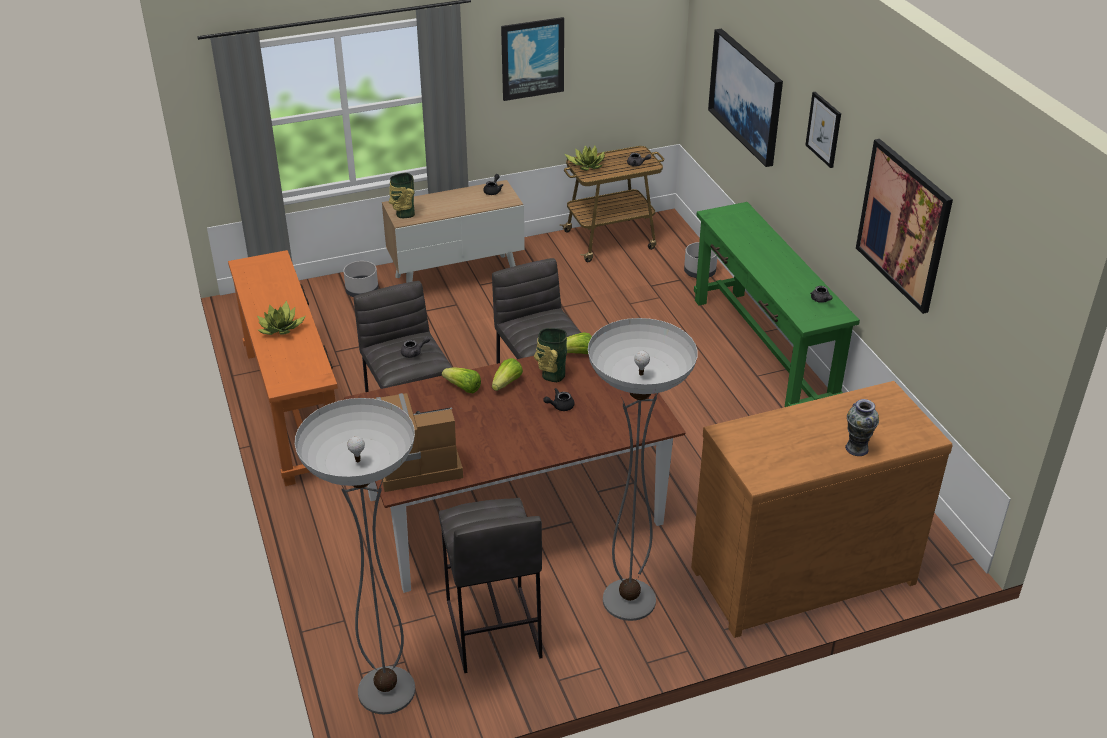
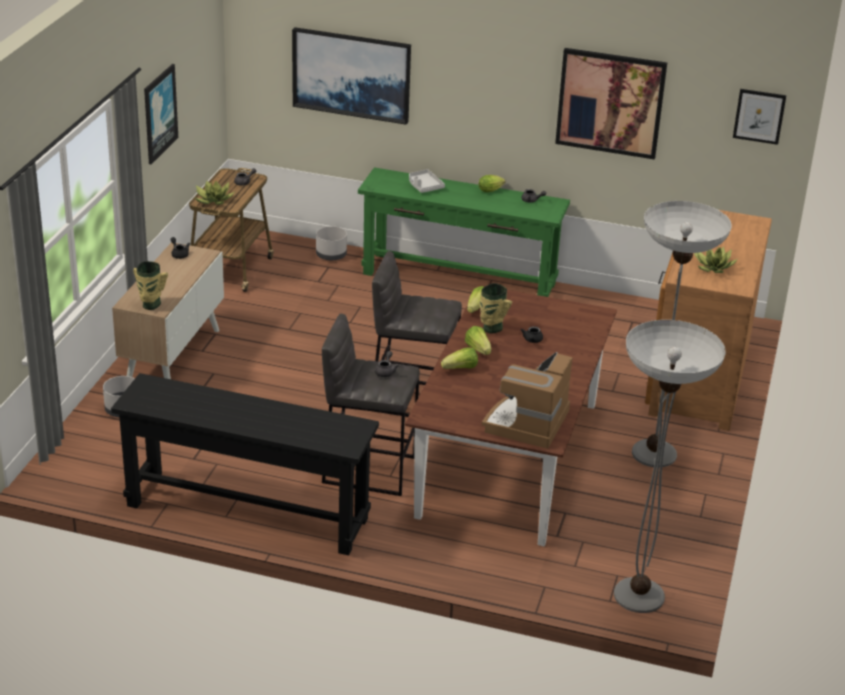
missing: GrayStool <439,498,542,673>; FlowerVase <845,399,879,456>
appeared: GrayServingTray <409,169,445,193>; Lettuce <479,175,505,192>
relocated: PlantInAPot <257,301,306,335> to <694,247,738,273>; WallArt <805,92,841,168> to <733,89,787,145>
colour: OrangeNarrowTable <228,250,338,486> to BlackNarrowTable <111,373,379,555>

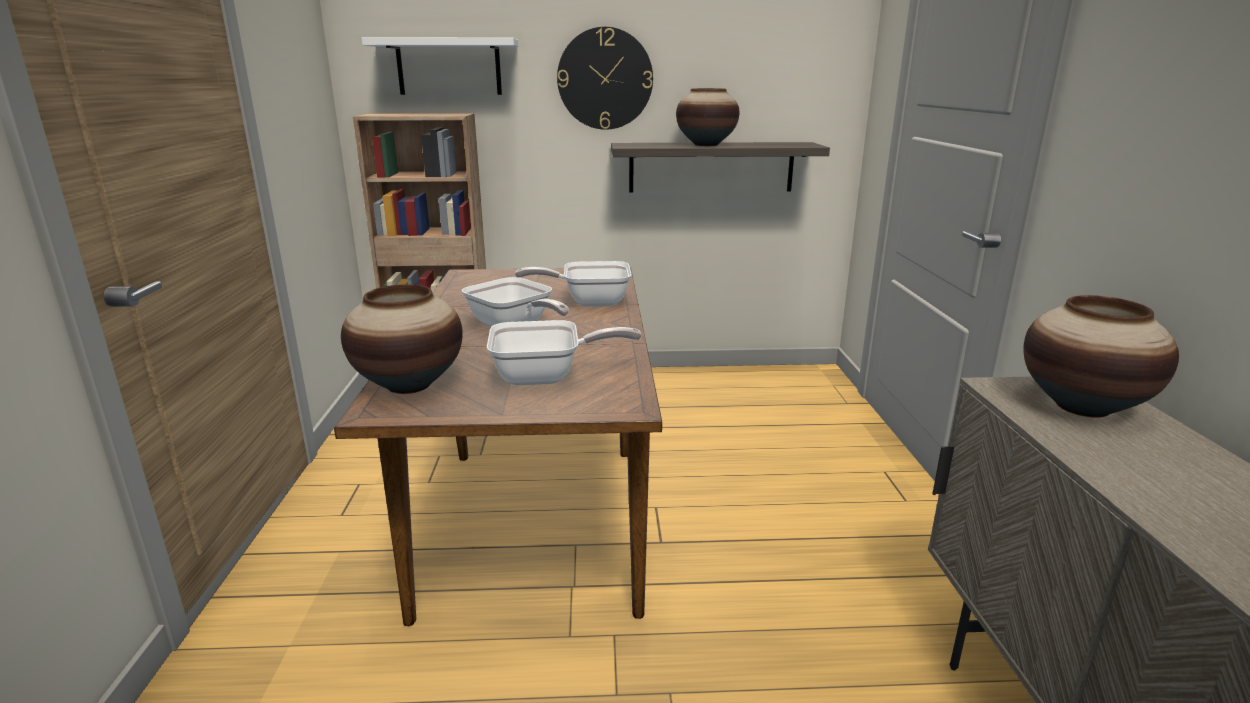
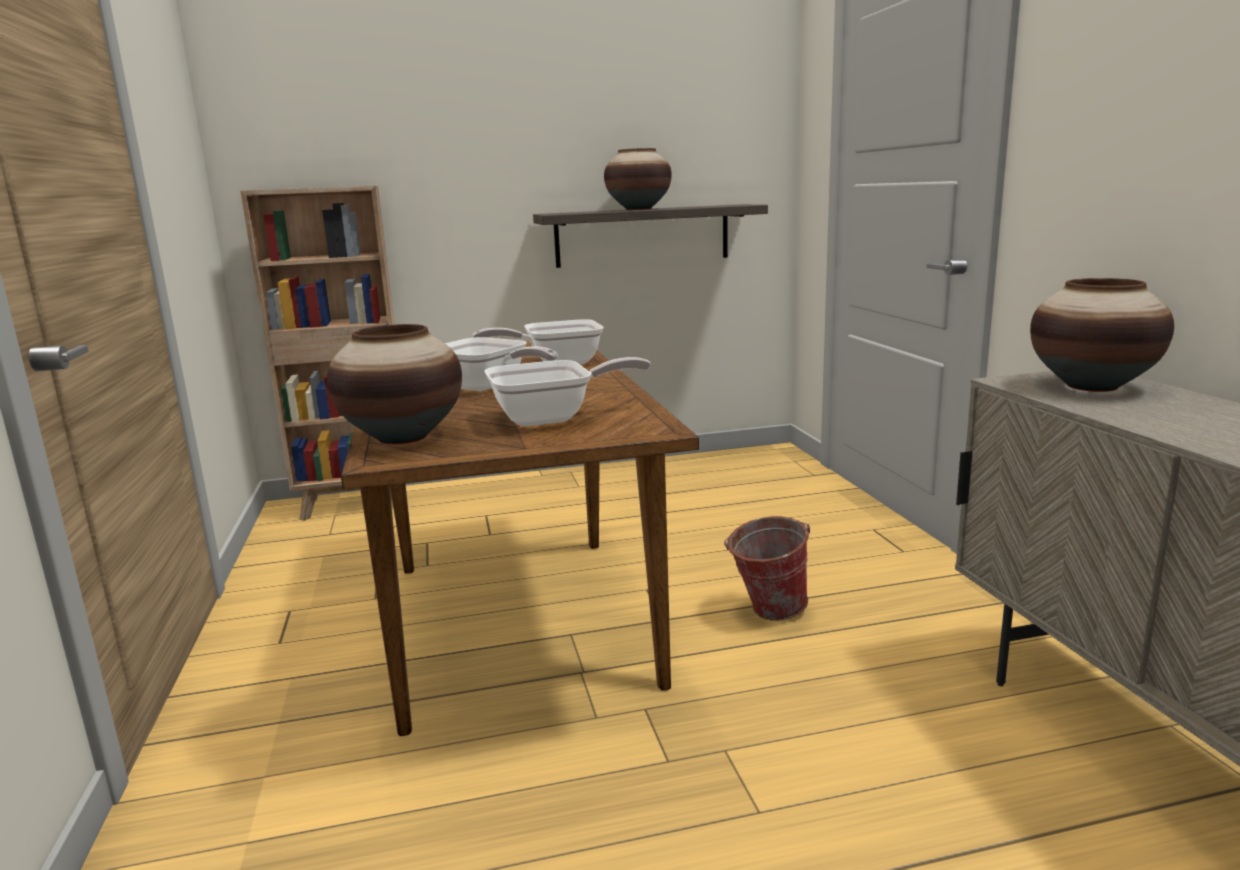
missing: WhitishShelf <362,37,518,95>; HangingClock <557,27,653,130>
appeared: Bucket <724,516,810,621>

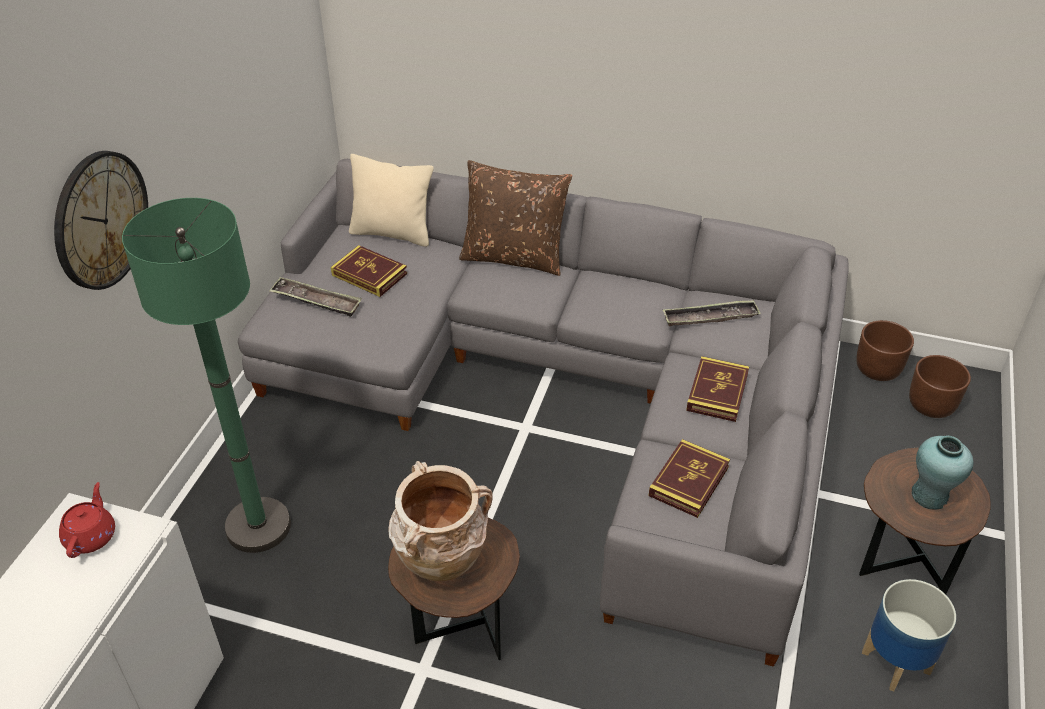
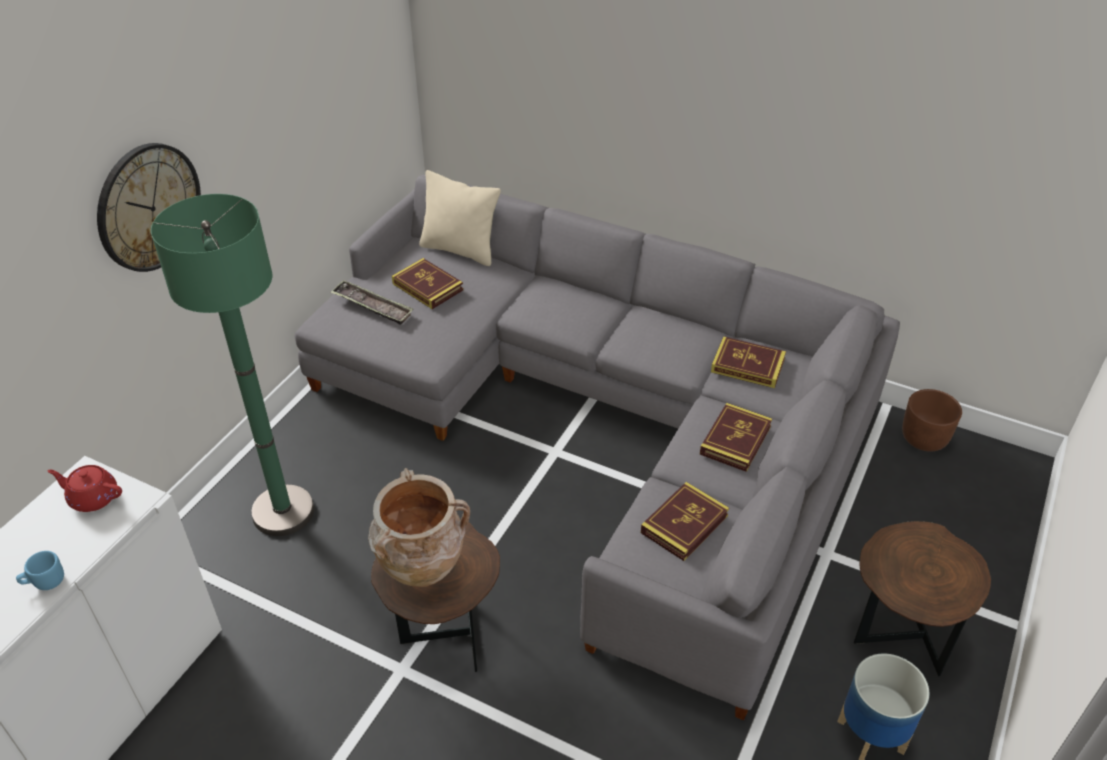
missing: BrownColouredPillow <459,160,572,276>; BrownColouredPlantPot <909,355,971,418>; TurquoiseFlowerVase <911,436,974,510>
appeared: BlueColouredMug <16,551,64,590>
exchanged: ServingTray <663,300,761,326> to Book <711,336,786,388>
spun: RedPotForTea <59,482,115,558> = <48,465,122,512> 90 degrees counterclockwise

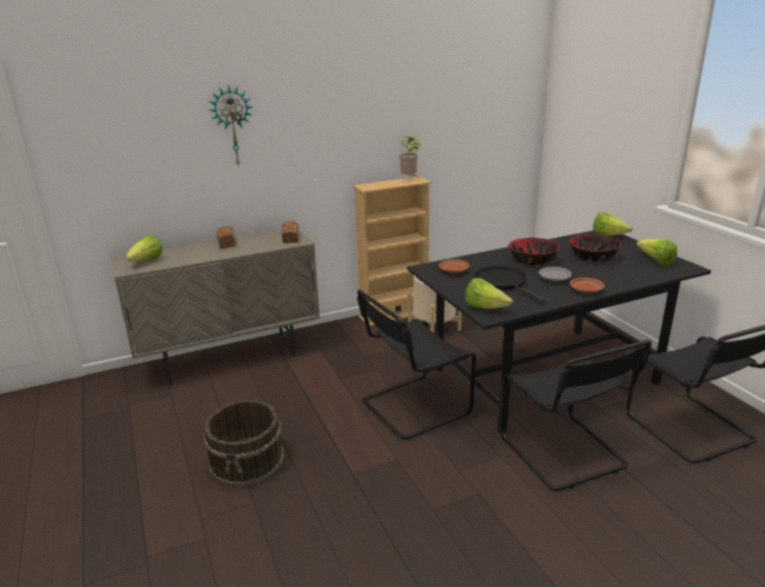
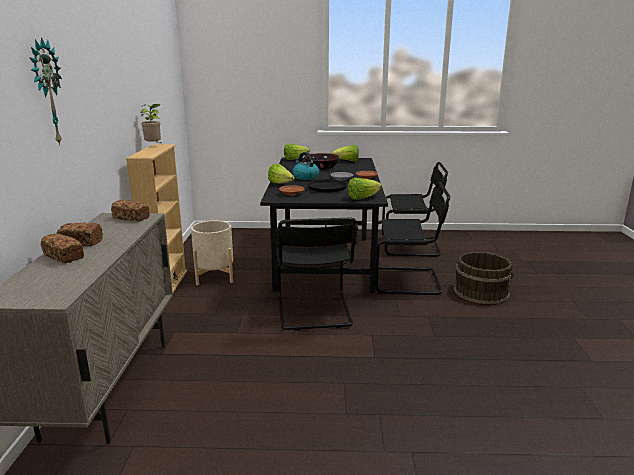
appeared: Bread <41,233,84,264>
relocated: Lettuce <126,235,163,262> to <268,164,295,184>; BrownColouredBucket <204,400,284,487> to <454,252,514,304>
exchanged: ServingBowl <508,238,560,266> to WaterKettle <293,152,319,180>

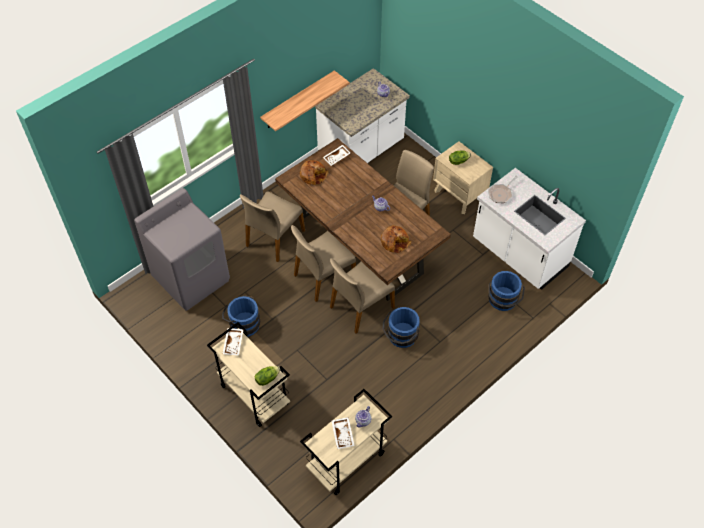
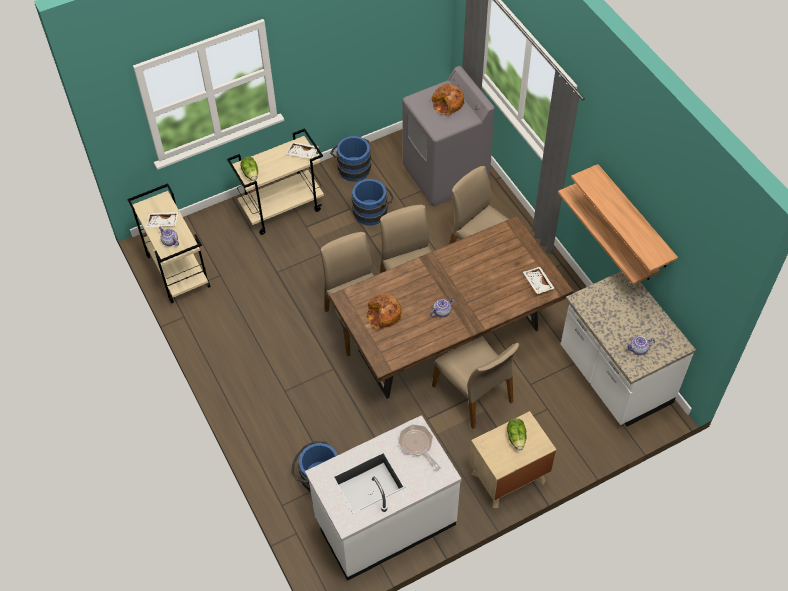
appeared: Shelf <571,164,678,272>
relocated: BlueColouredBucket <383,307,420,348> to <330,136,371,182>; Bread <300,160,329,185> to <432,84,465,115>

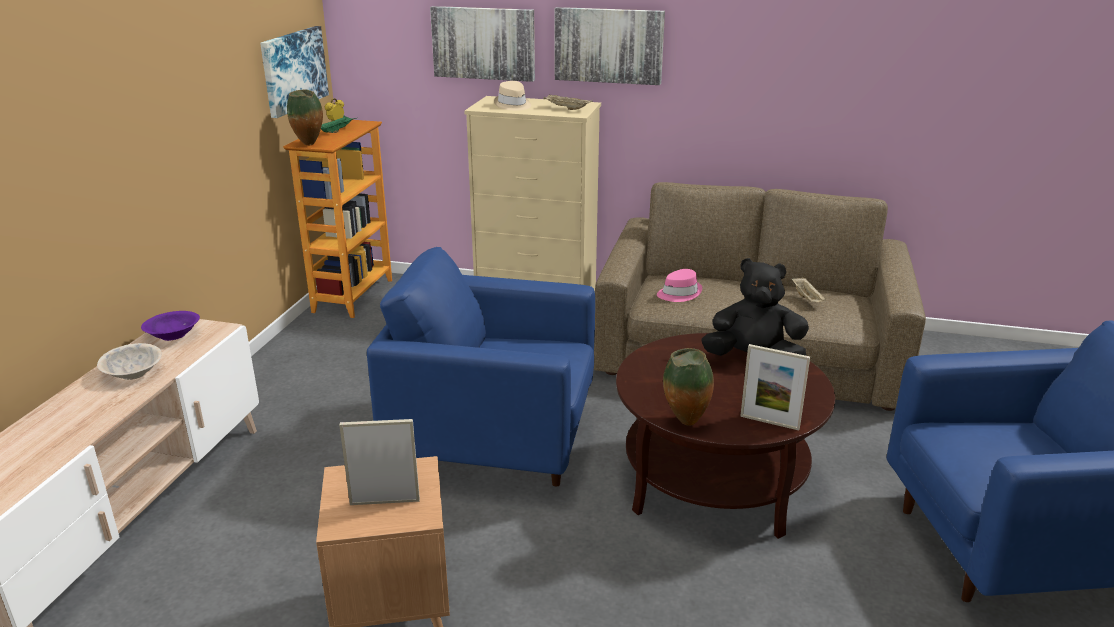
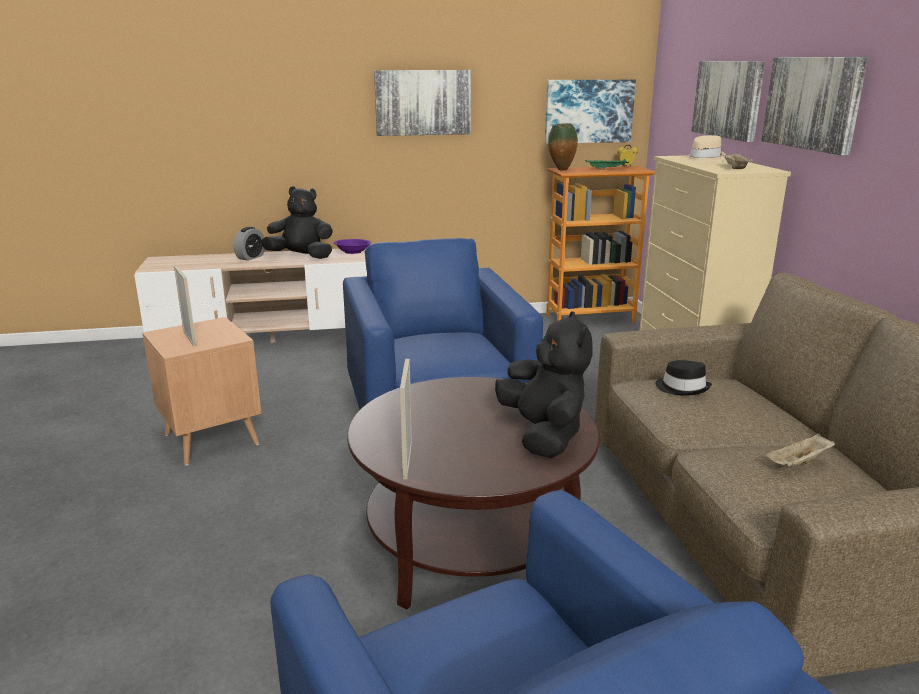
missing: FlowerVase <663,348,714,425>
appeared: TableClock <233,227,265,261>; WallArt <374,70,471,136>
exchanged: SandColouredServingBowl <97,343,162,380> to BlackPlushToy <261,186,333,259>
colour: PinkishClothingHat <657,269,702,302> to BlackClothingHat <656,360,712,396>

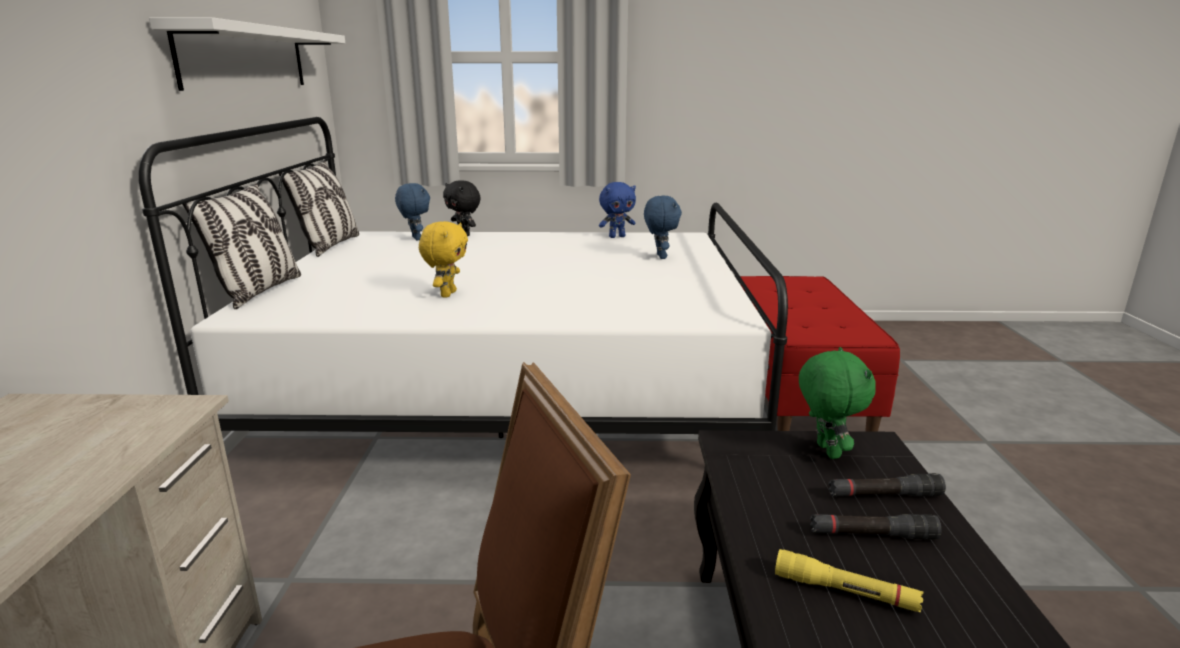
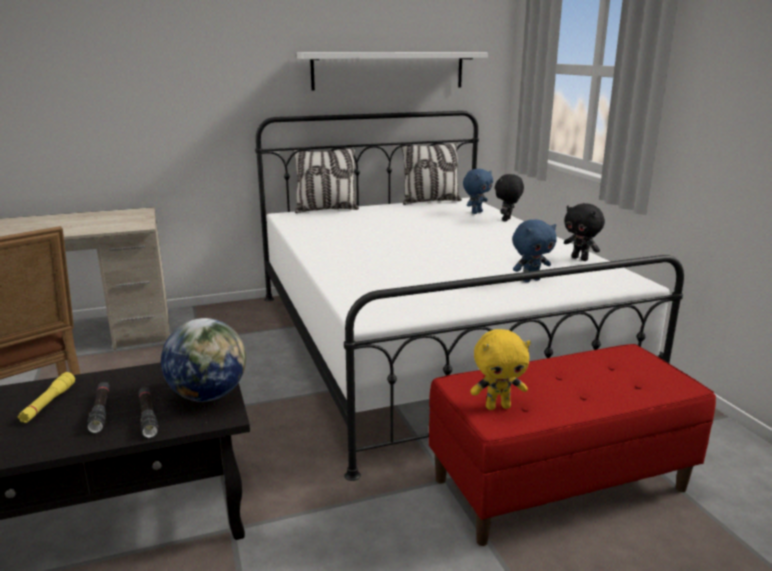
relocated: YellowishPlushToy <419,221,468,298> to <470,329,531,410>
exchanged: GreenishPlushToy <799,347,876,459> to WorldGlobe <161,318,246,402>
colour: BlueColouredPlushToy <599,182,636,238> to BlackPlushToy <564,203,605,261>

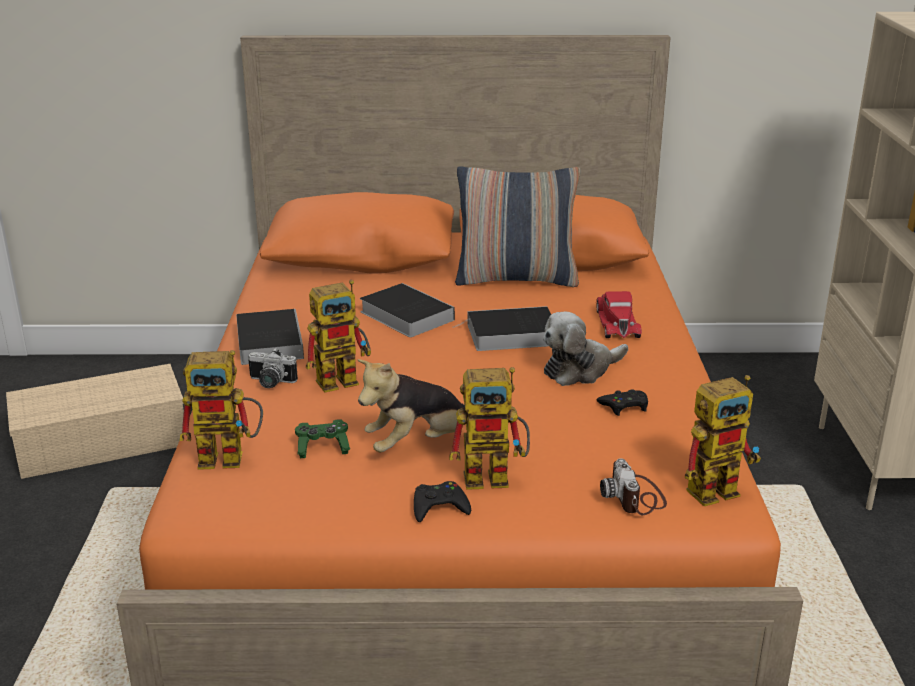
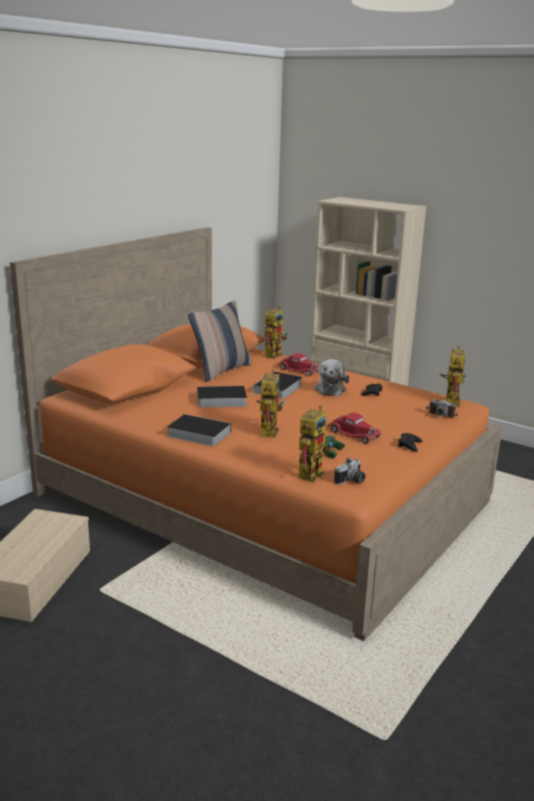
relocated: ModelRobot <449,367,530,490> to <265,306,288,359>; StillCamera <248,347,298,388> to <334,457,366,485>
exchanged: PlushToy <358,359,465,453> to RedModelCar <327,412,381,444>

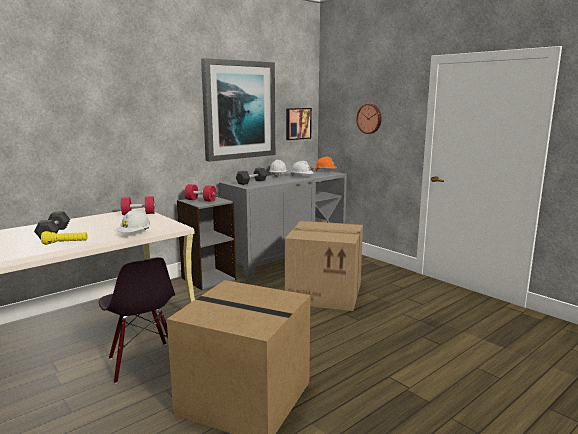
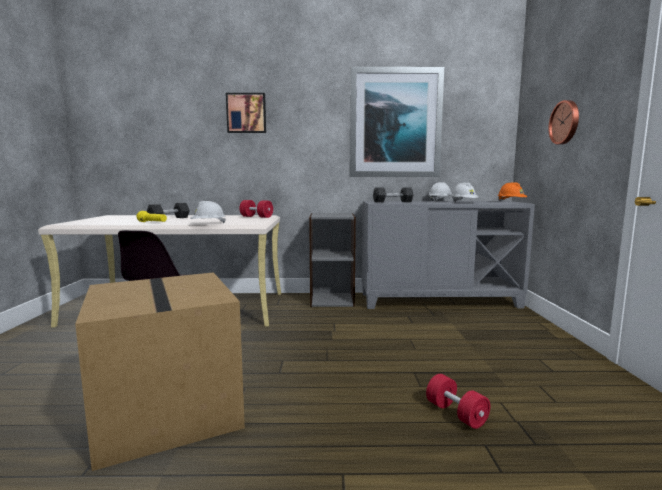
missing: CardboardBox <285,221,363,311>
relocated: WallArt <286,108,312,140> to <226,93,266,133>; RedDumbbell <184,184,216,202> to <426,374,490,429>

